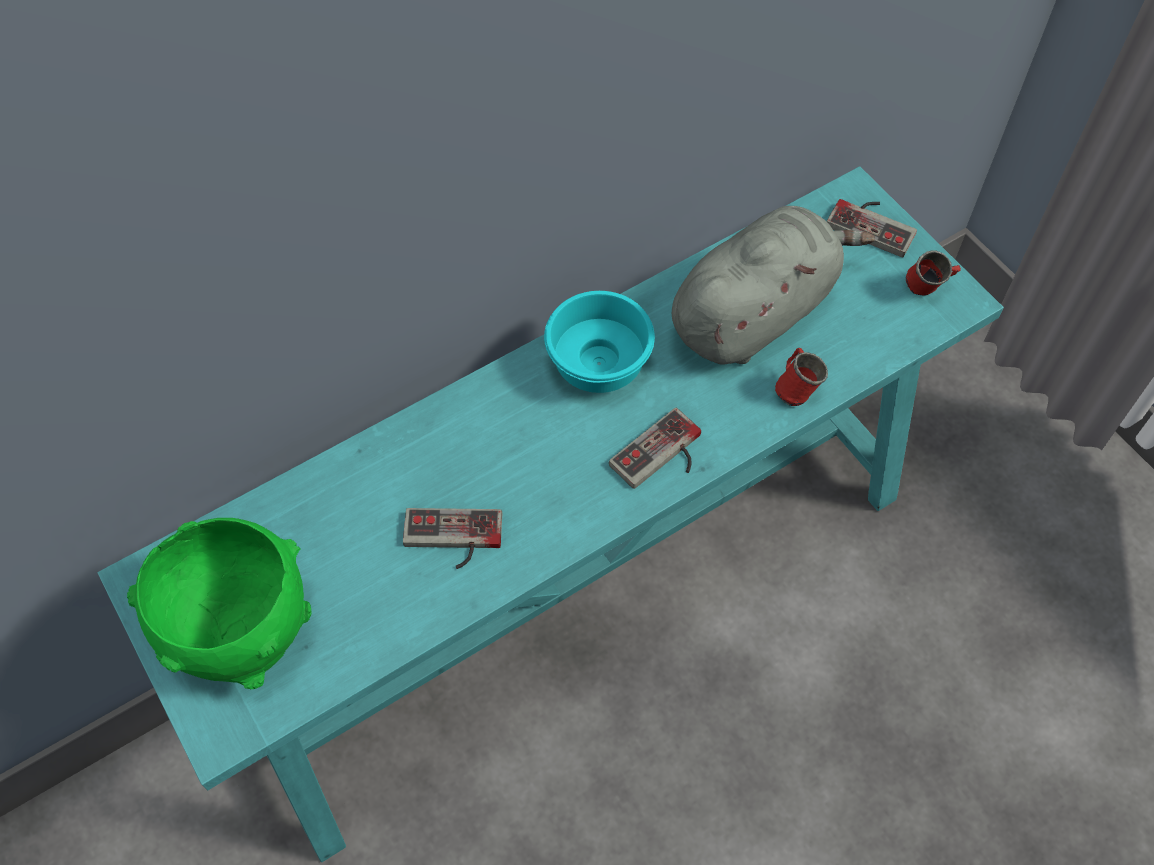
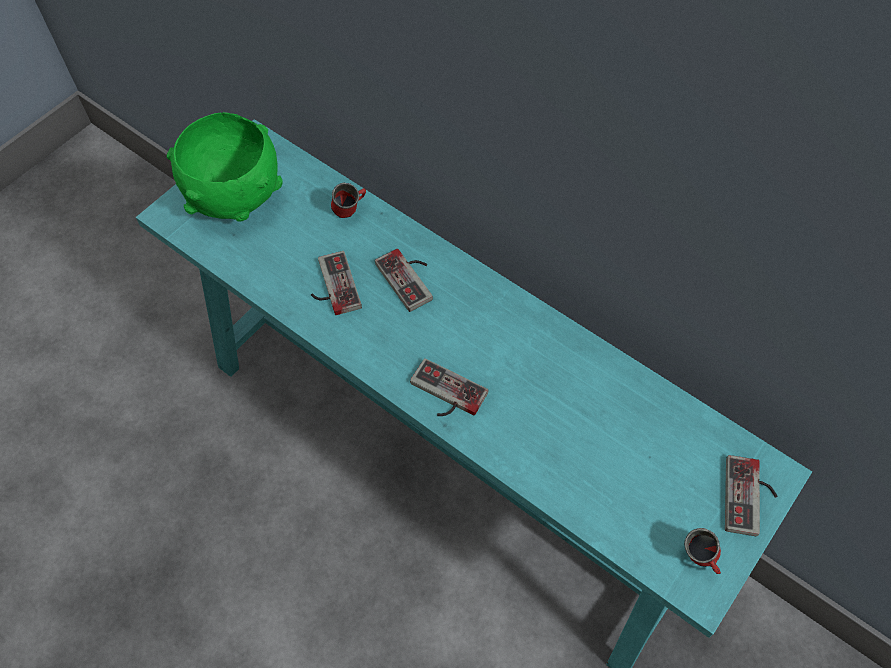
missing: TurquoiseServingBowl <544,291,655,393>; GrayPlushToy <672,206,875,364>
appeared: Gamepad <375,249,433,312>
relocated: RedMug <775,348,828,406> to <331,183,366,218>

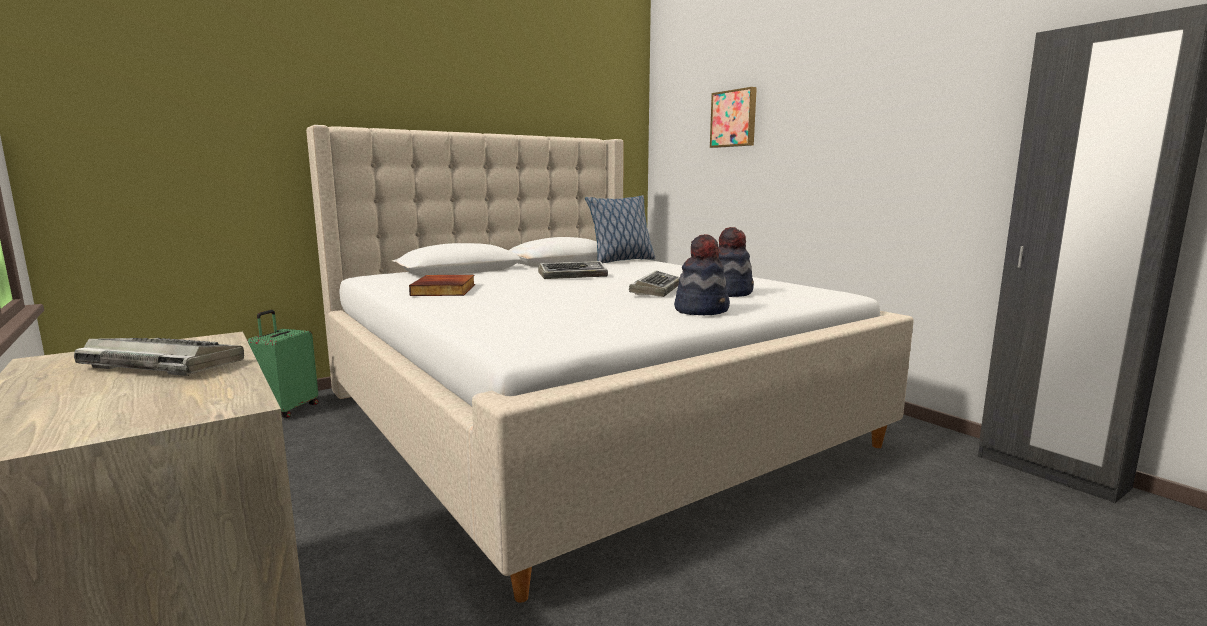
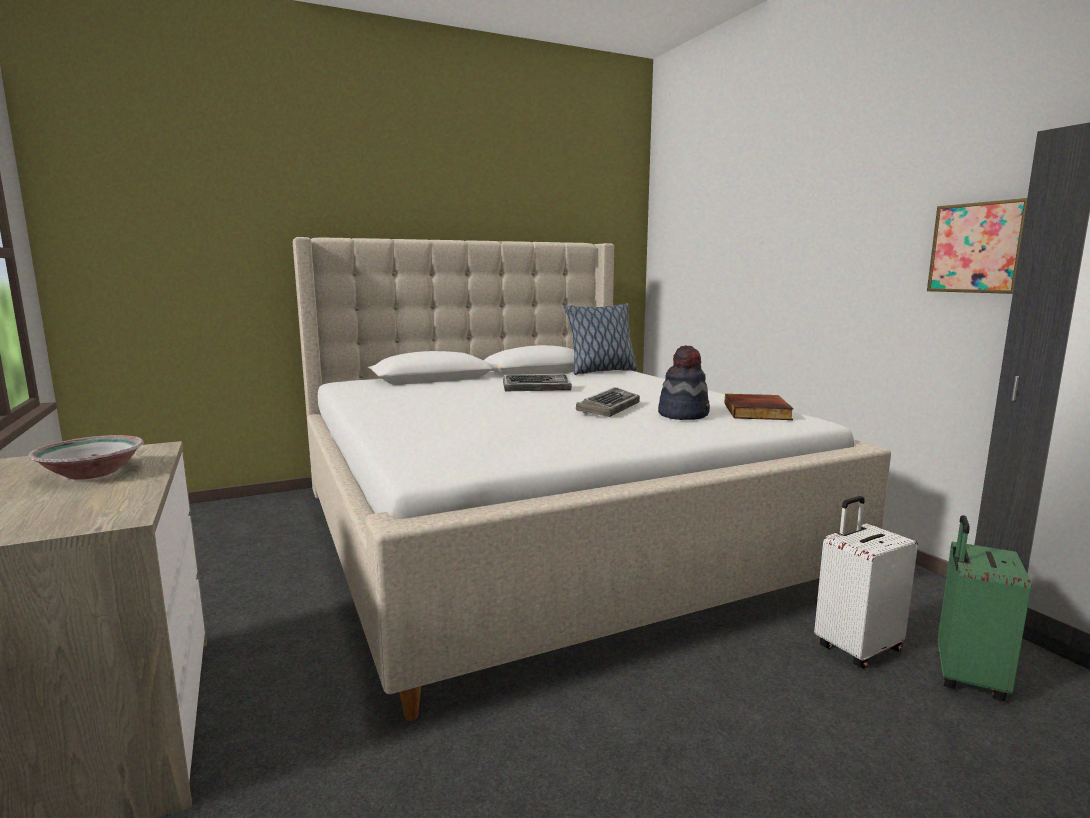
missing: ClothingHat <674,234,730,315>
appeared: WhitishSuitcase <814,496,918,668>
relocated: Book <409,275,475,296> to <724,394,794,420>; WallArt <710,87,757,148> to <927,198,1027,294>; GreenishSuitcase <247,310,318,418> to <938,515,1031,701>
exchanged: PcKeyboard <74,338,244,376> to ServingBowl <28,435,144,480>

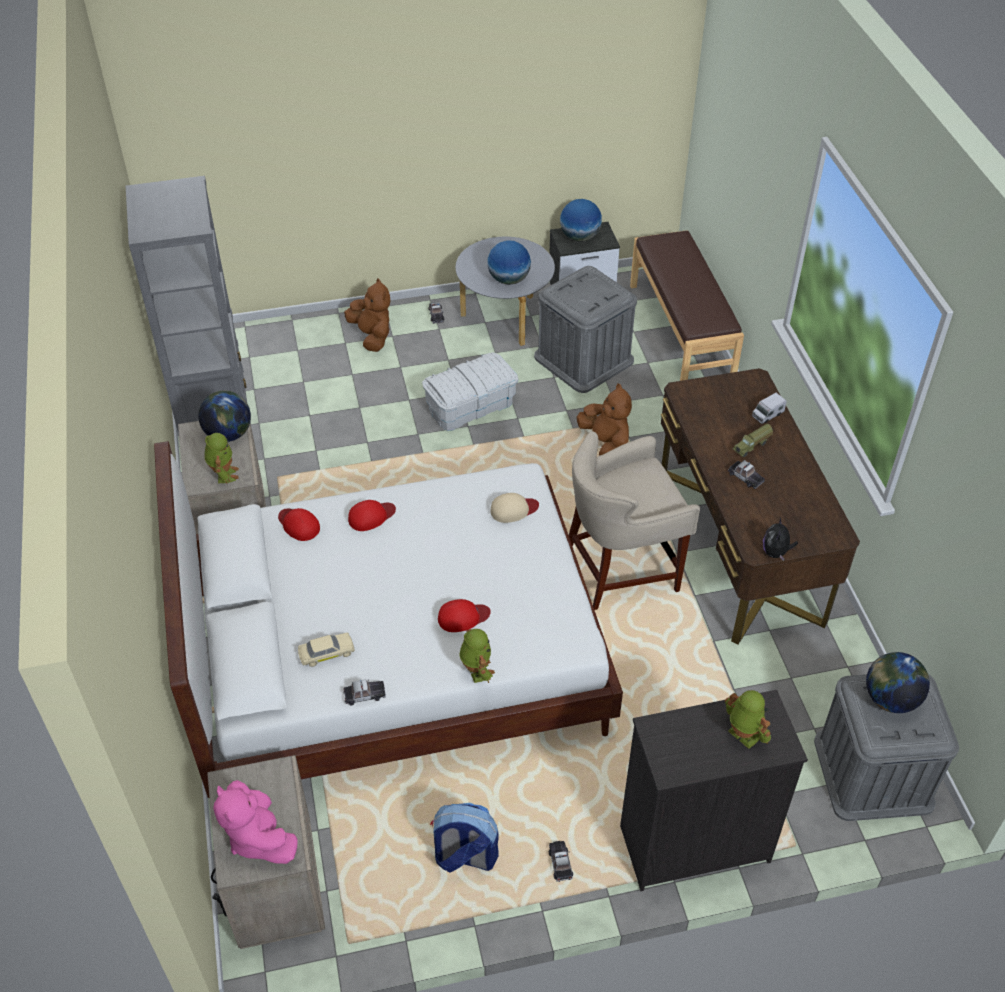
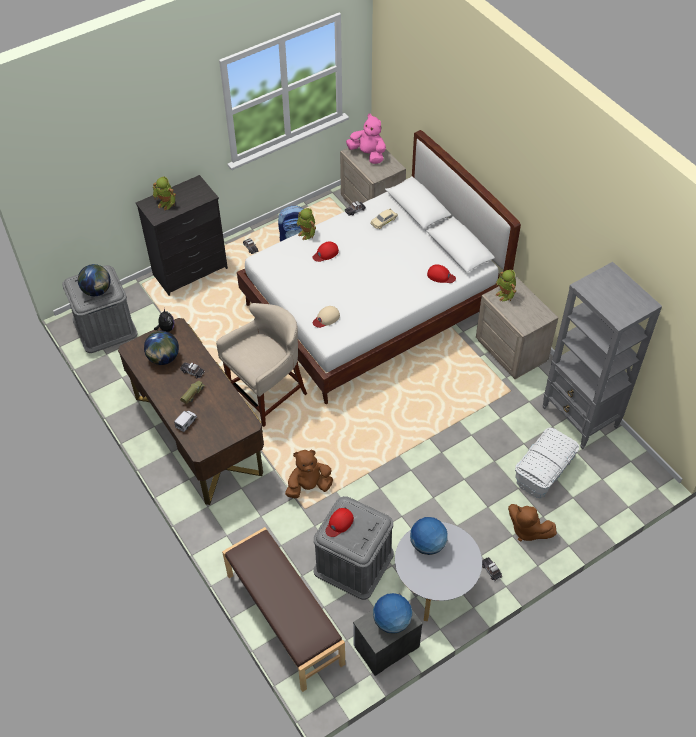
relocated: WorldGlobe <198,391,251,442> to <144,331,179,365>; RedPeakedCap <348,500,396,531> to <325,508,354,537>; WhitishStorageBox <422,352,518,431> to <515,428,579,498>
spun: BrownColouredPlushToy <577,383,632,456> = <285,450,333,498> 120 degrees clockwise

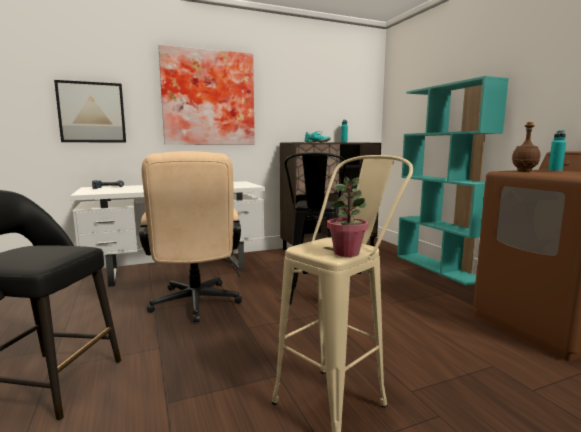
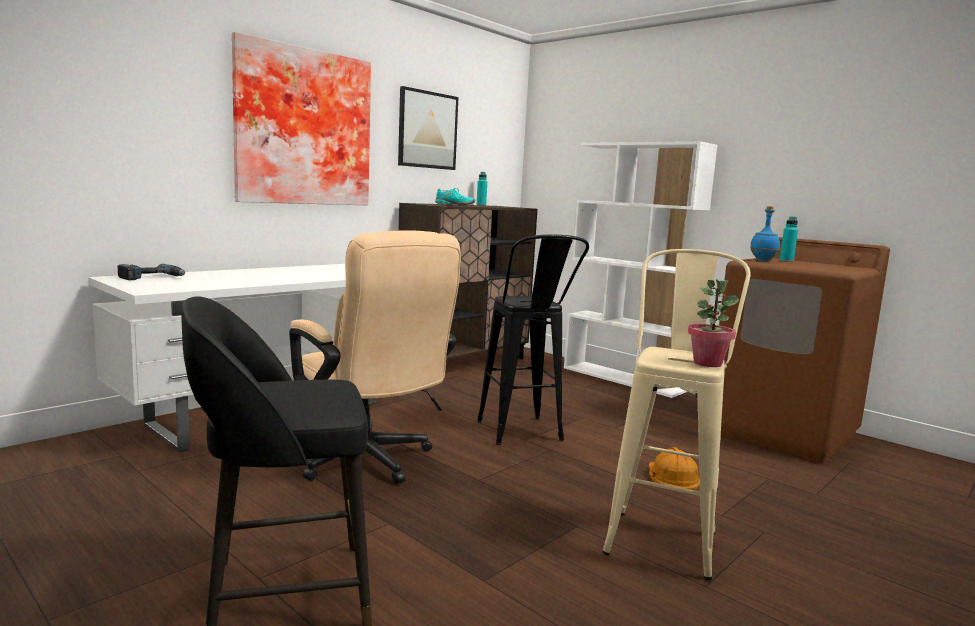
appeared: OrangeSafetyHelmet <649,447,700,490>
relocated: WallArt <54,80,126,142> to <398,86,458,170>
colour: TurquoiseBookcase <397,76,509,286> to WhitishBookcase <564,141,718,398>; BrownColouredBeverageBottle <512,122,540,172> to BlueColouredBeverageBottle <750,206,780,262>

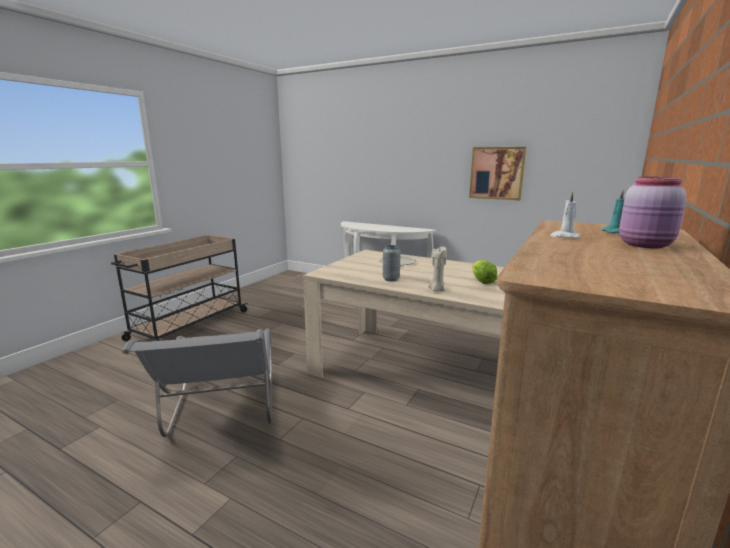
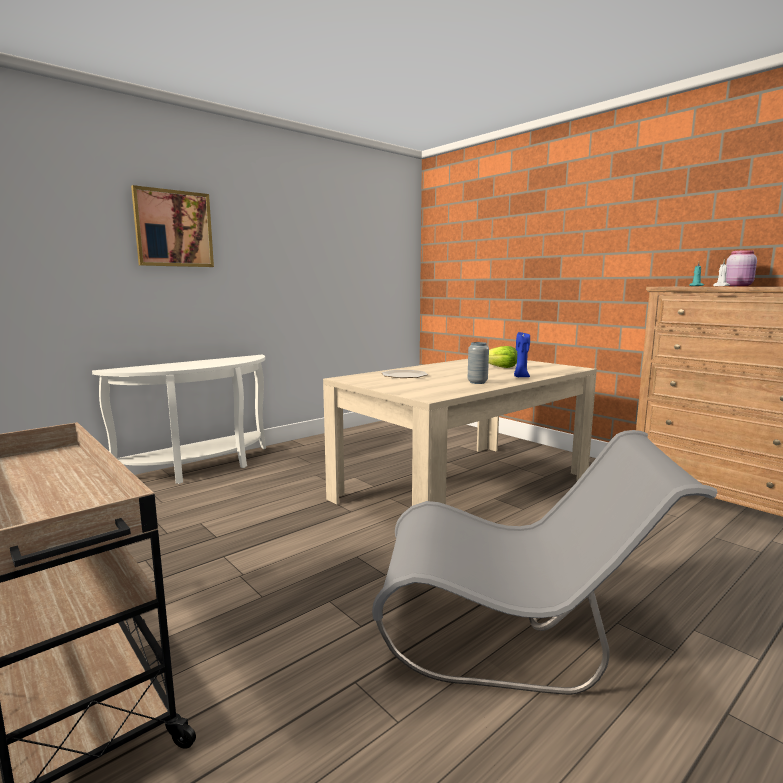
relocated: WallArt <469,147,526,200> to <131,185,214,267>
colour: SandColouredCandle <428,246,447,291> to BlueColouredCandle <514,332,530,377>

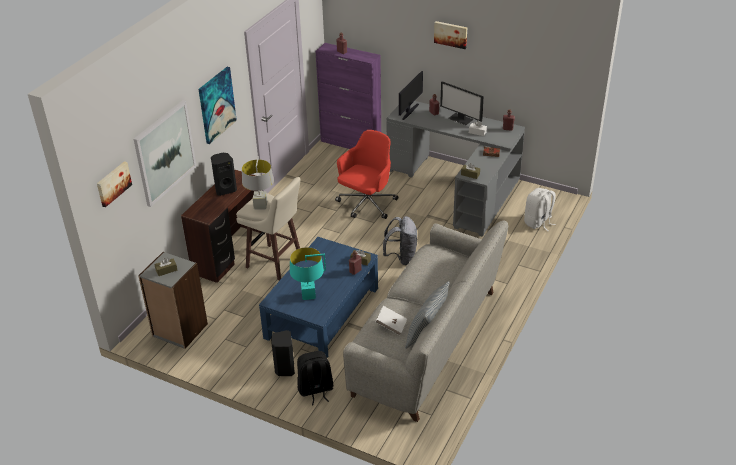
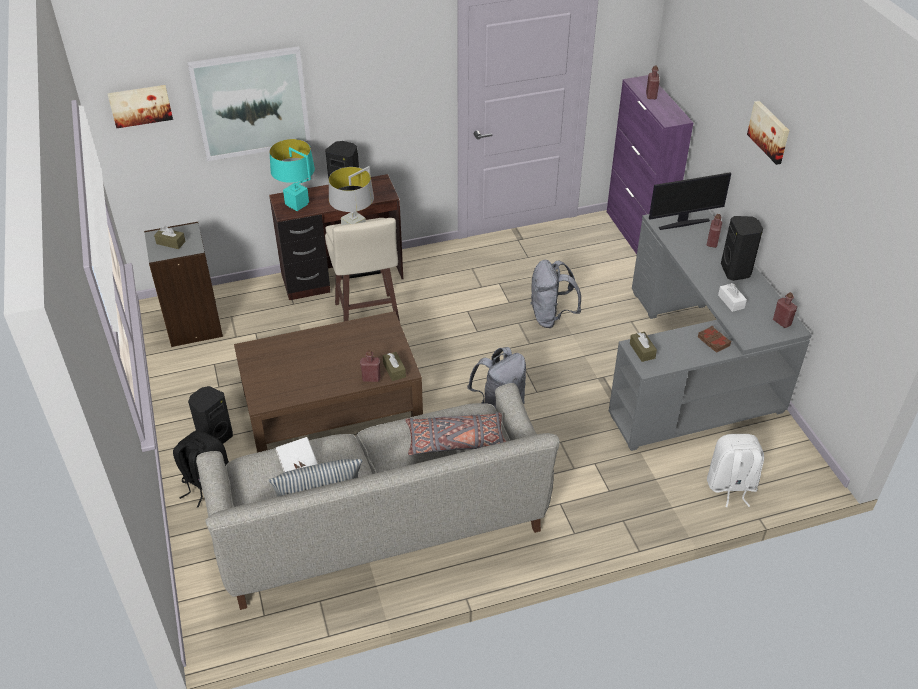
missing: WallArt <198,67,237,144>
appeared: GrayPillow <406,412,506,456>
relocated: TurquoiseTabletopLamp <290,247,326,300> to <269,139,315,211>
exchanged: RedOfficeChair <335,130,398,219> to GrayBackpack <530,260,581,328>; ComputerDisplay <440,81,484,125> to BlackAudioSpeaker <721,216,763,281>
colour: BlueColouredLoungeTable <259,237,378,358> to BrownColouredLoungeTable <234,311,423,453>

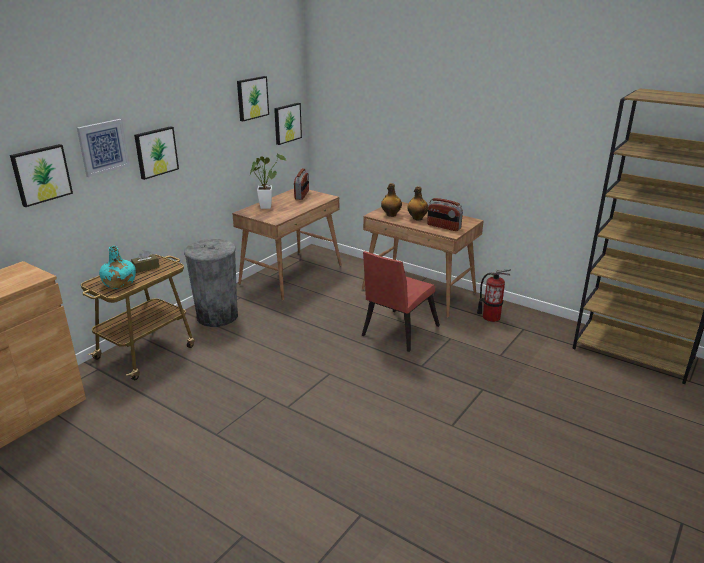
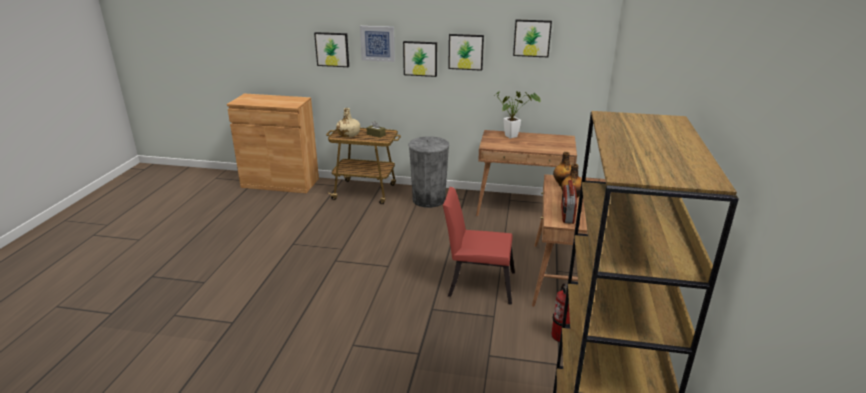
missing: Radio <294,168,309,200>
relocated: WallArt <274,103,302,145> to <448,34,484,71>
colour: TurquoiseBeverageBottle <99,246,136,289> to SandColouredBeverageBottle <336,108,360,137>

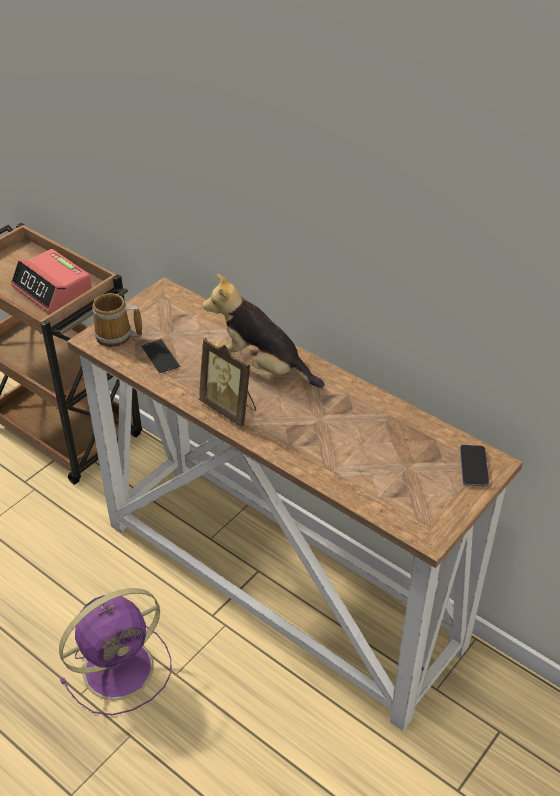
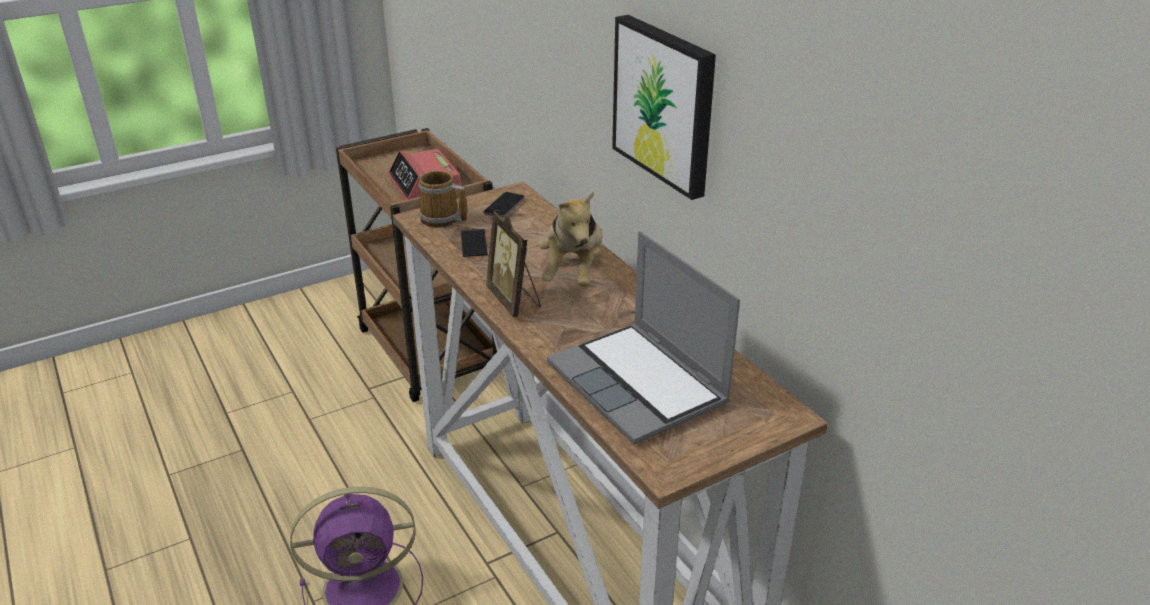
appeared: PortableComputer <547,231,740,445>; WallArt <612,15,716,200>
relocated: Handset <460,445,489,487> to <484,192,525,218>
spun: PlushToy <203,274,325,388> = <539,191,603,287> 135 degrees counterclockwise

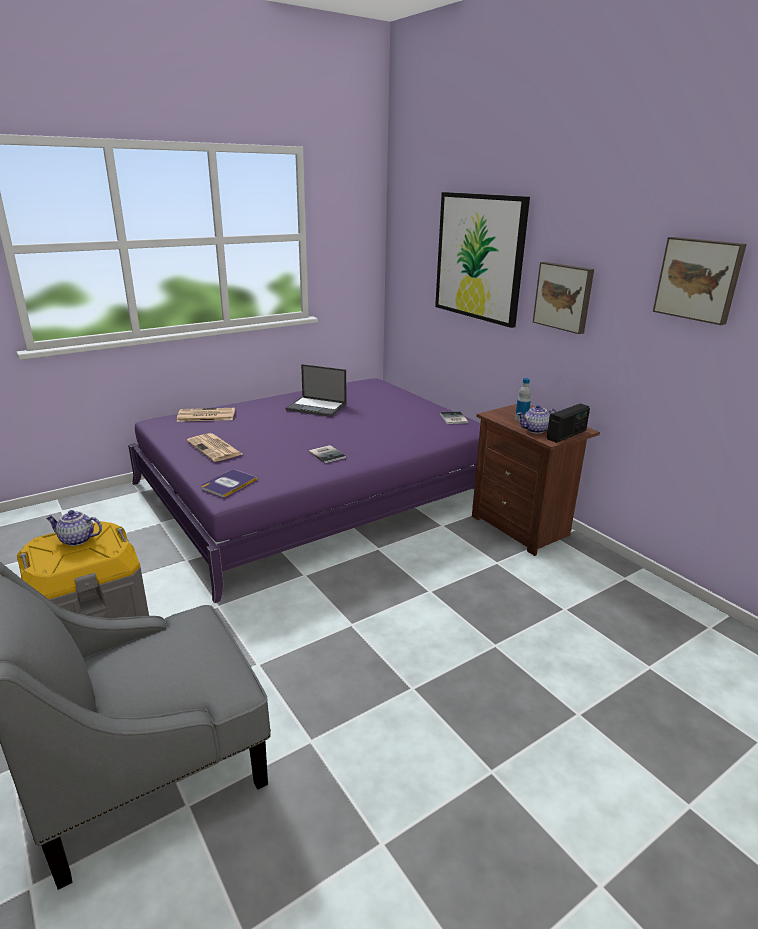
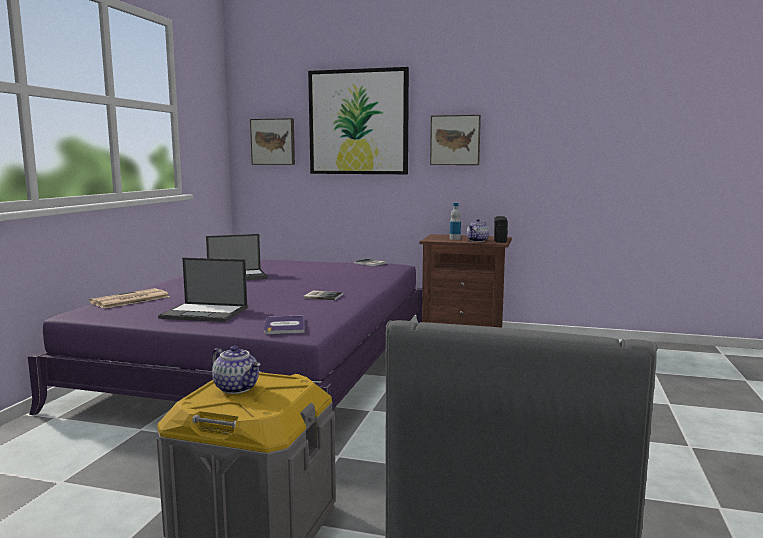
relocated: WallArt <653,237,747,325> to <250,118,295,165>
exchanged: Newspaper <186,433,242,462> to PortableComputer <158,258,247,322>
spun: PotForTea <45,510,102,546> = <212,345,260,394> 105 degrees counterclockwise

